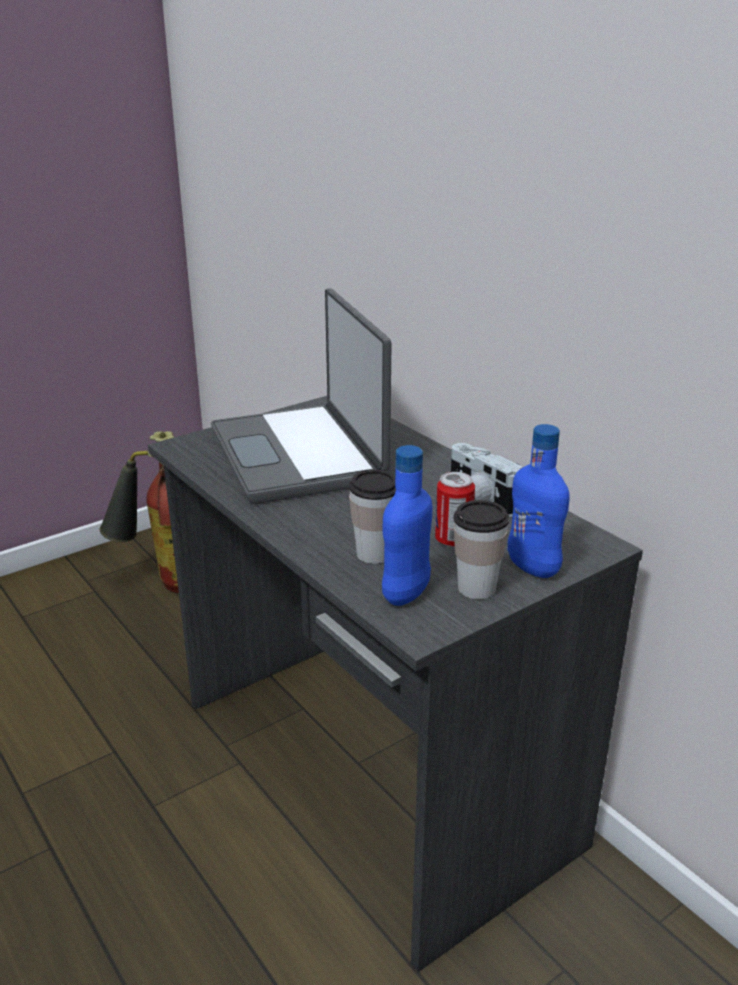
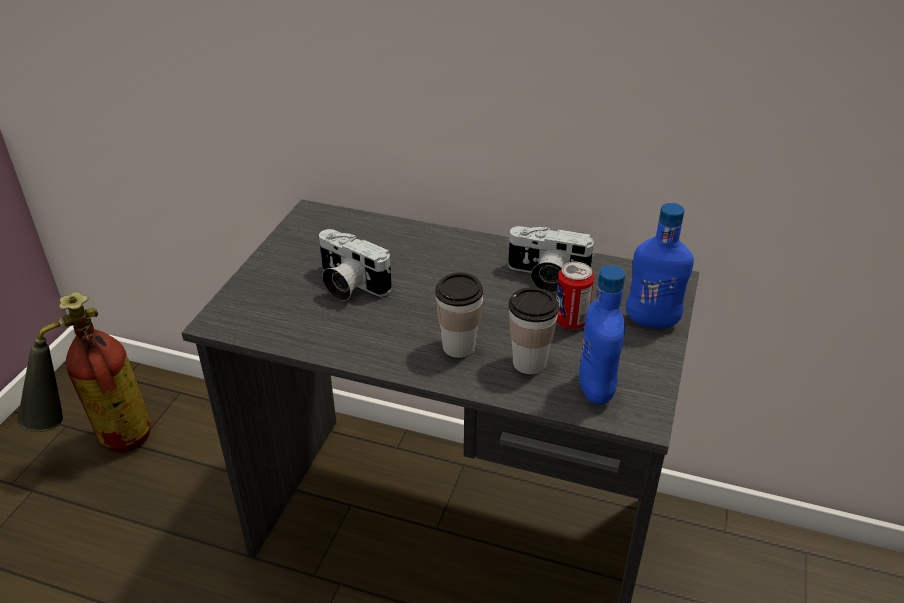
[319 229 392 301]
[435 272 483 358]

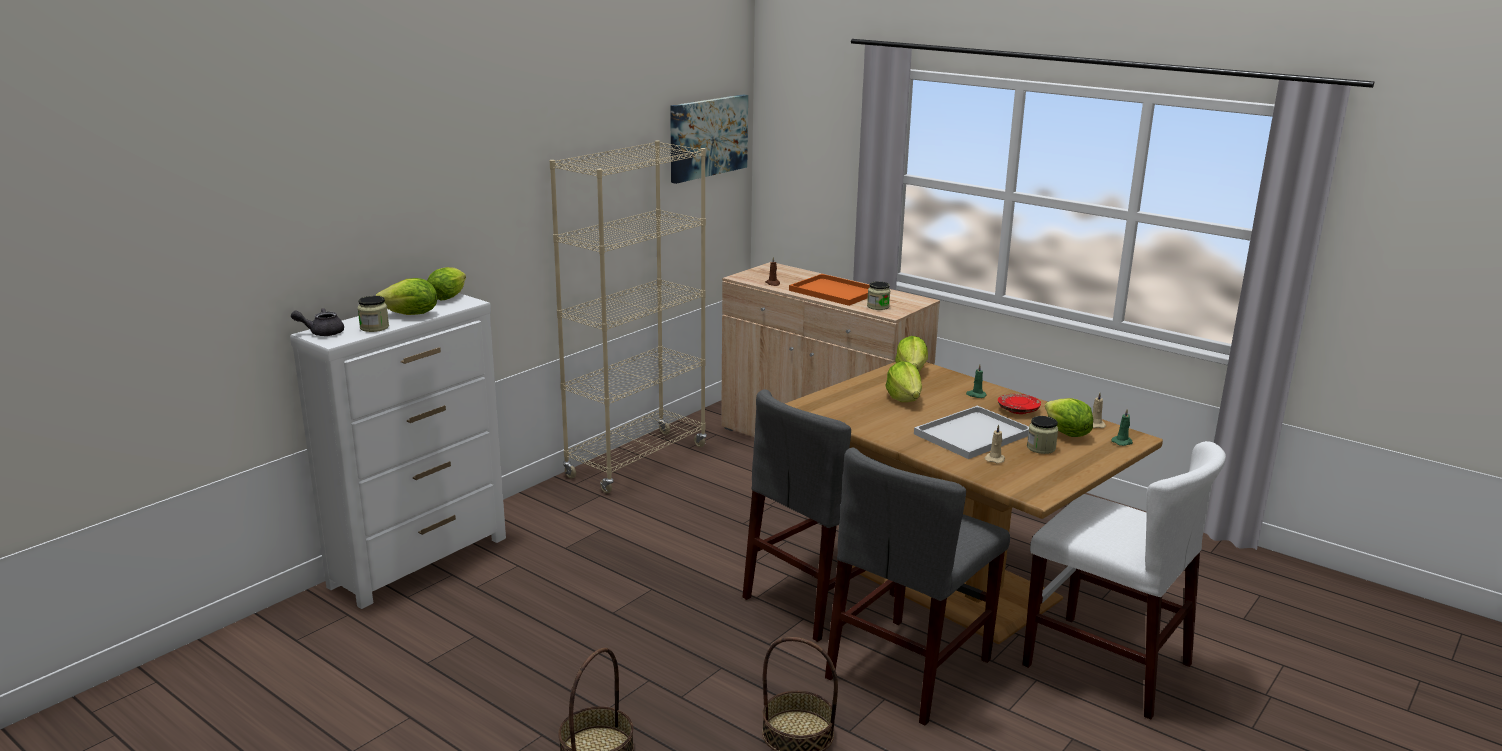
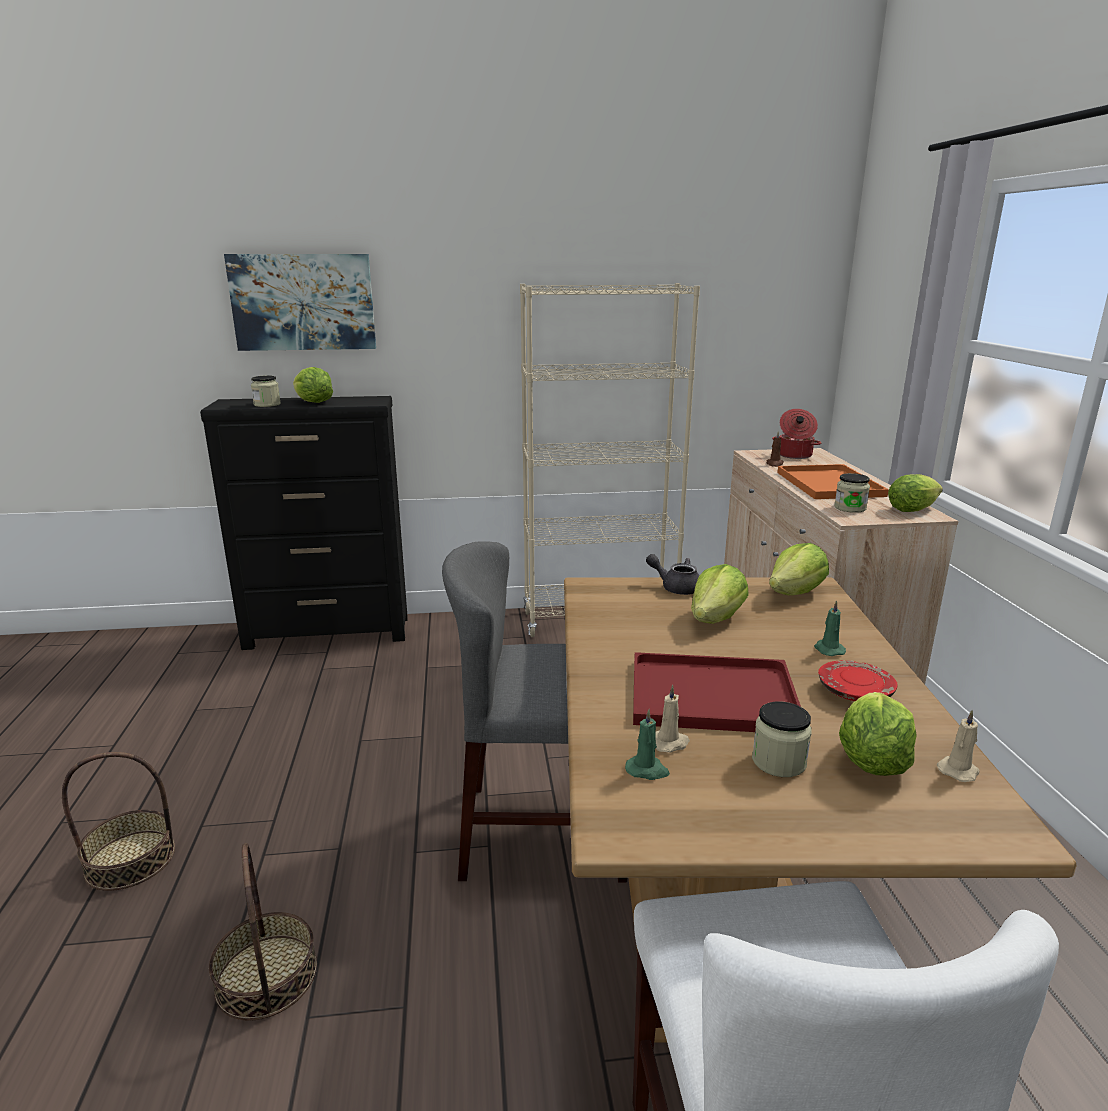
[224 254 376 351]
[888 474 943 512]
[200 396 408 650]
[646 554 699 595]
[633 652 801 732]
[625 709 670 780]
[825 447 1010 725] (first image)
[772 409 821 459]

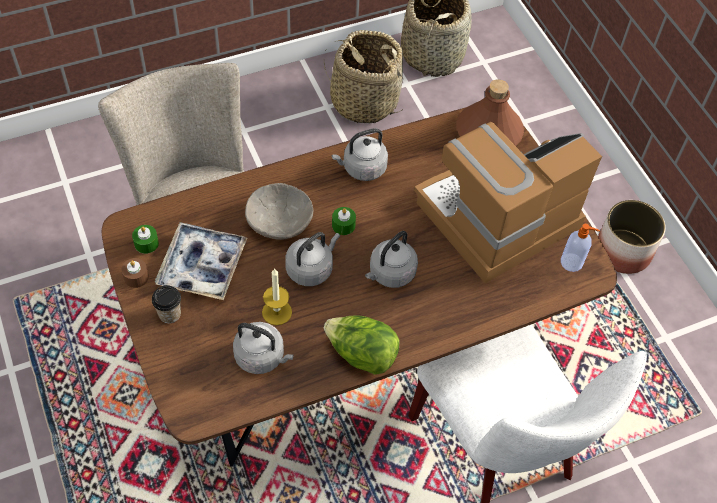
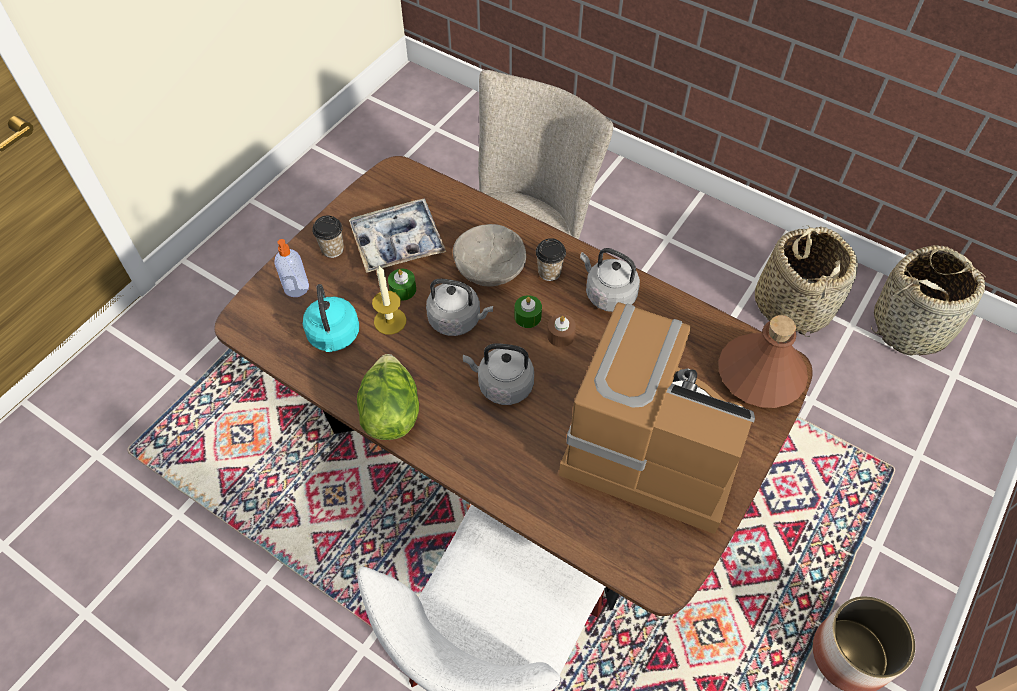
[275 239 309 297]
[388 269 416 301]
[547 314 576 347]
[303 284 359 352]
[536 238 566 281]

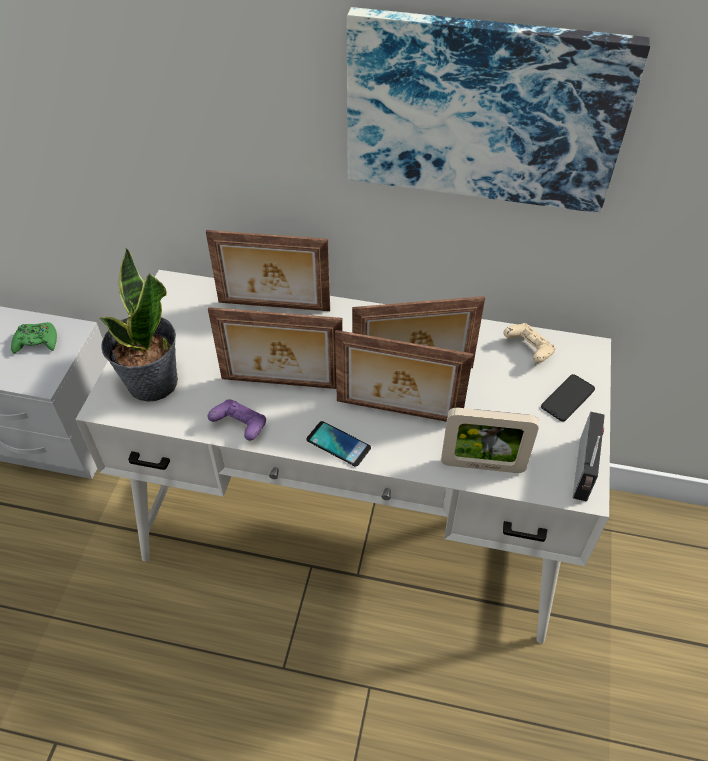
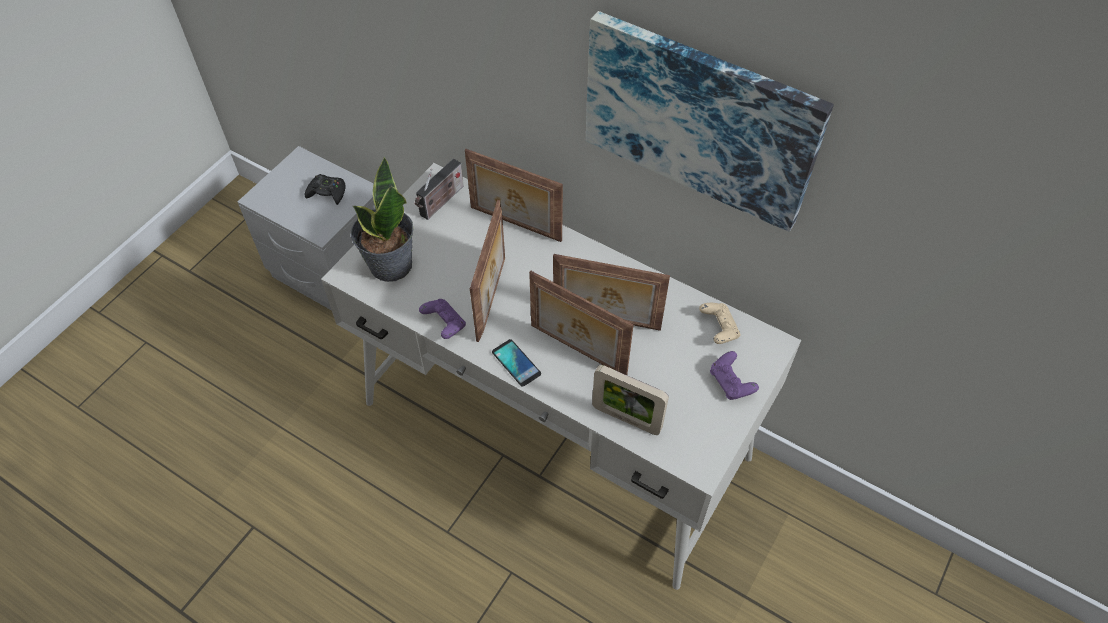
[470 200 505 342]
[305 174 345 205]
[710 351 759 400]
[415 159 464 220]

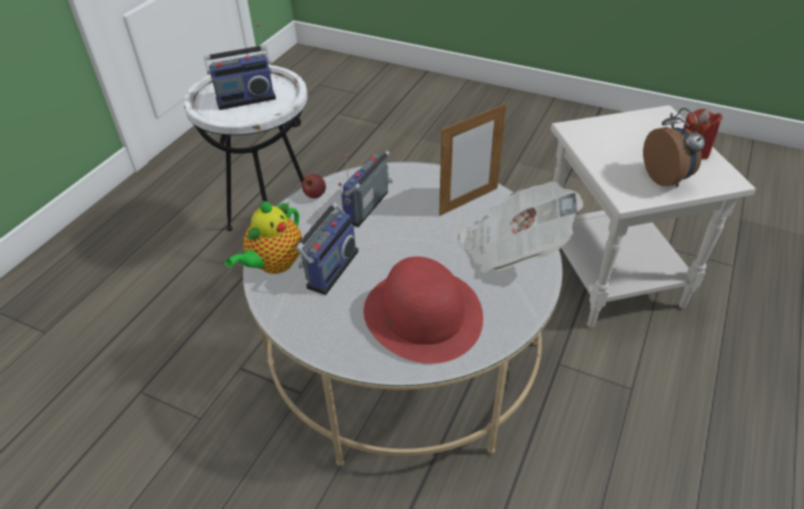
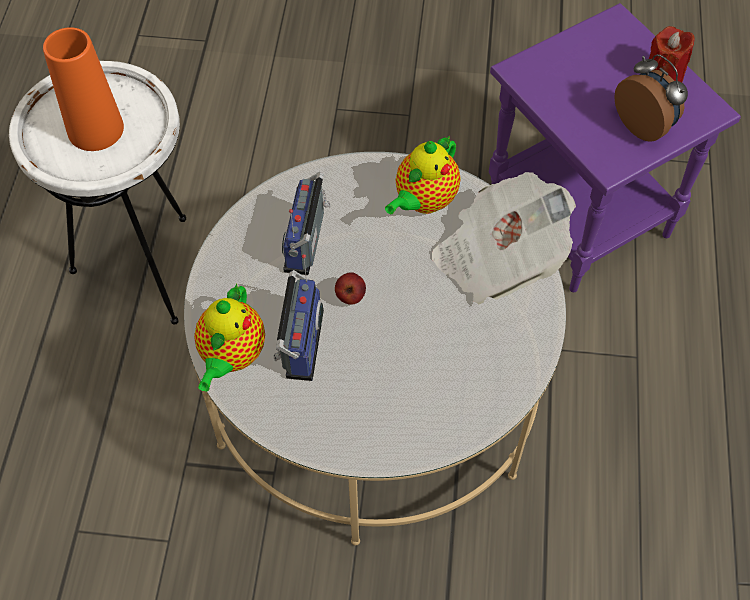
[43 27 124 151]
[385 135 461 214]
[489 3 741 292]
[335 272 366 305]
[364 257 483 364] (first image)

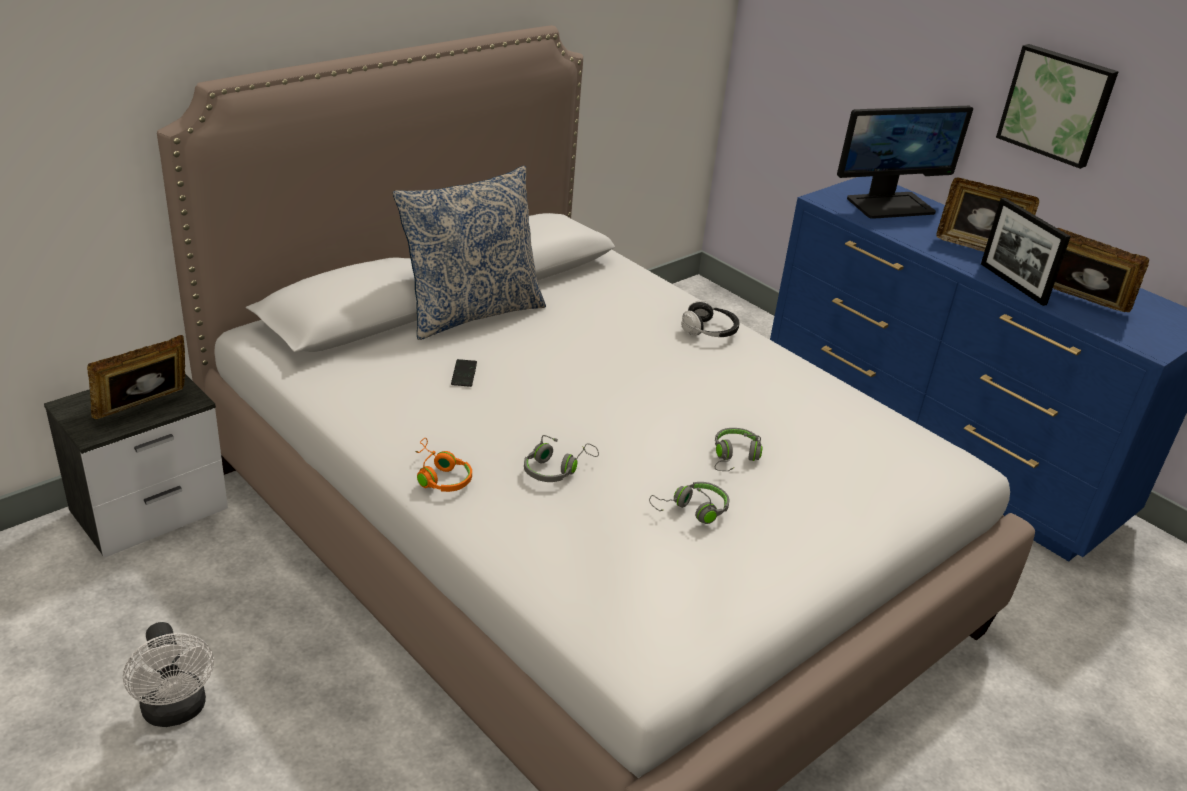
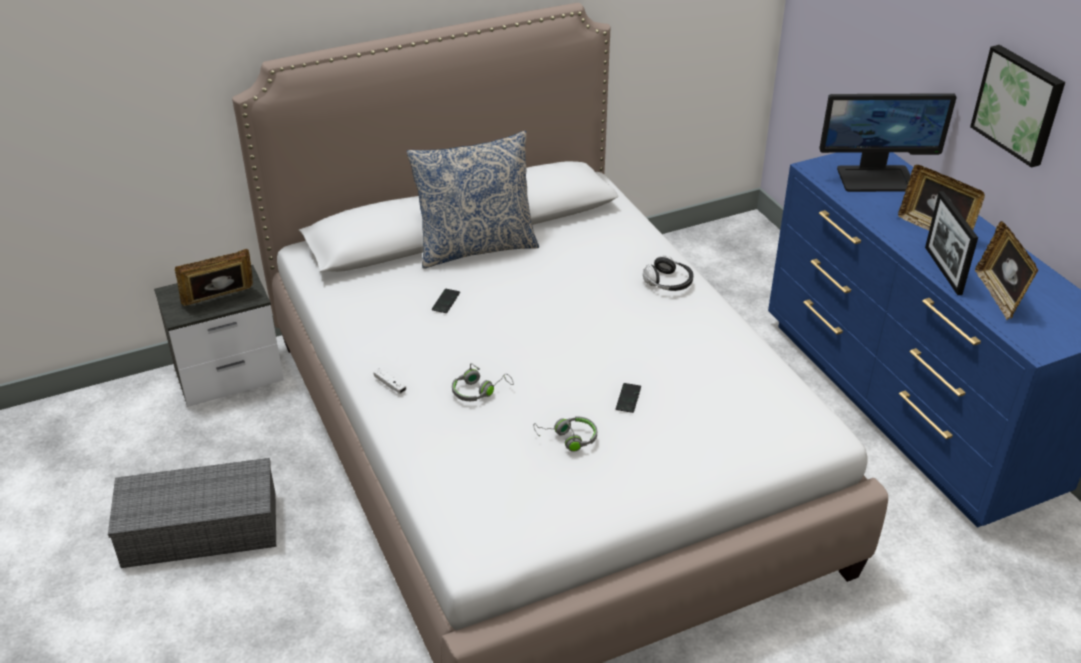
[975 221 1038 320]
[616 383 641 413]
[374 368 406 394]
[108 458 276 568]

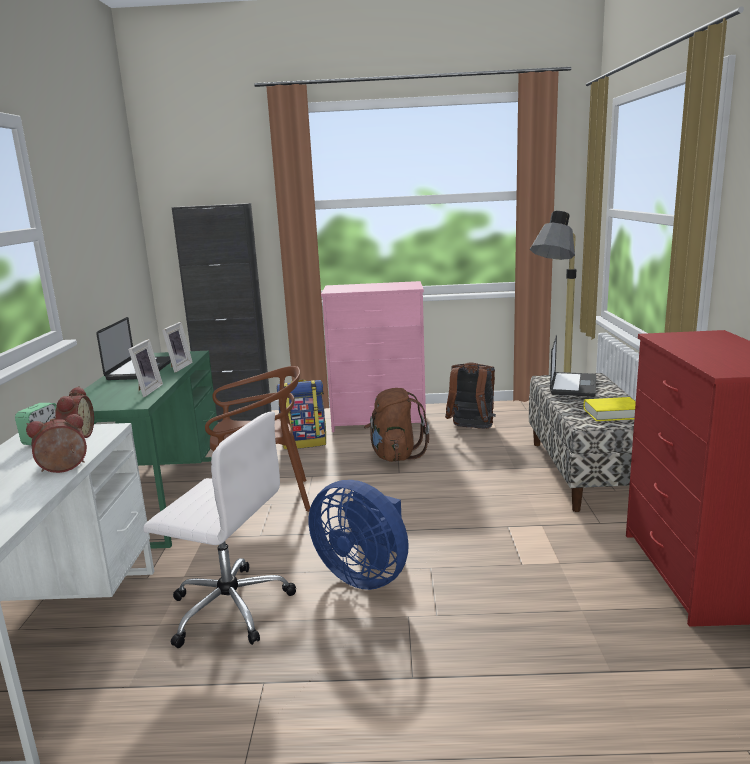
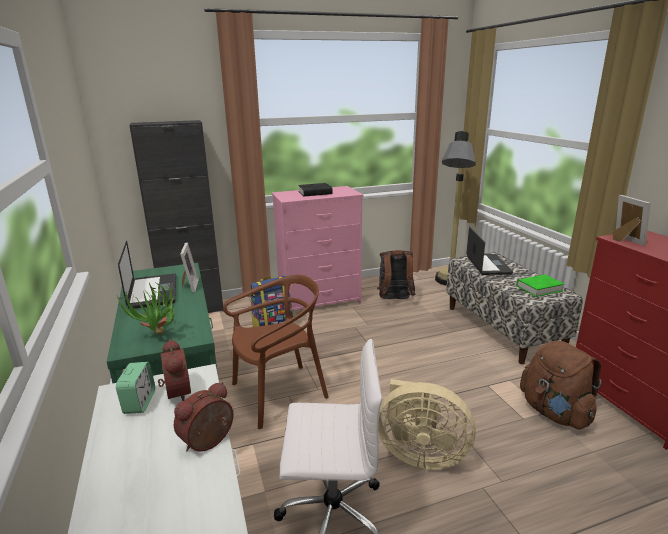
[612 195 650 246]
[520 341 601 430]
[517 275 564 297]
[378 379 476 470]
[298 183 333 196]
[117 282 175 335]

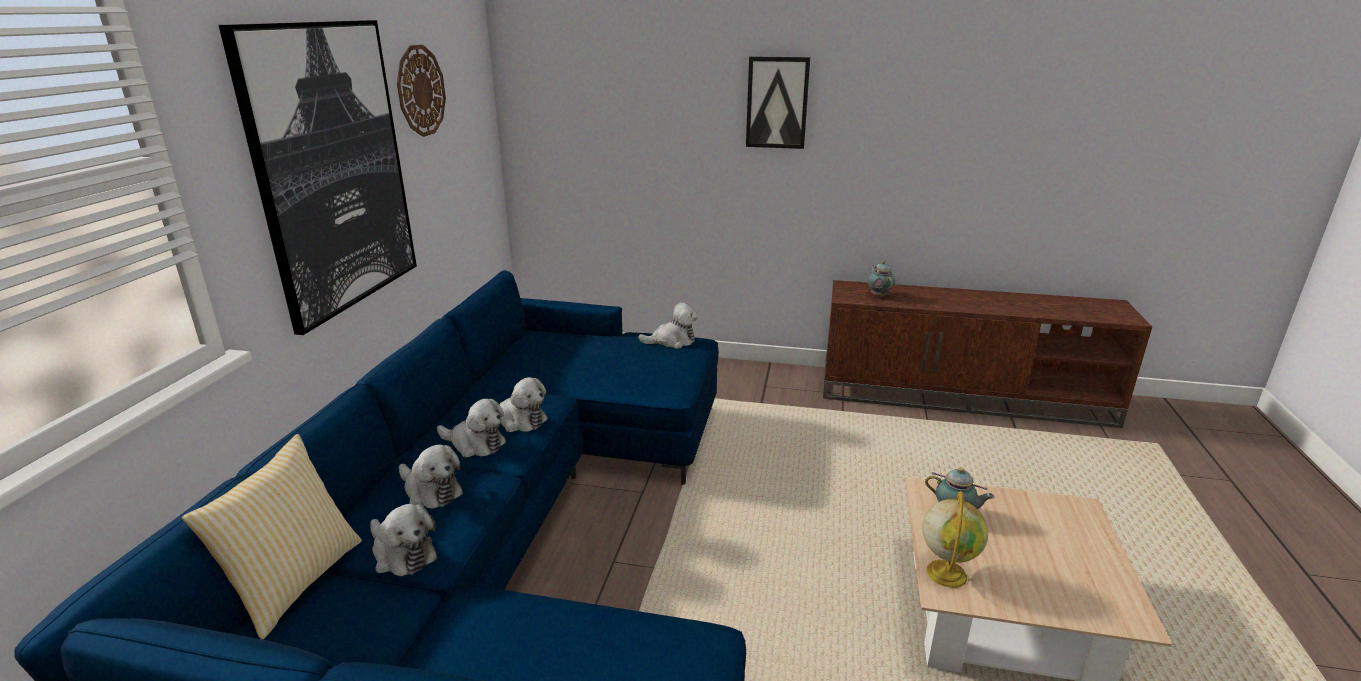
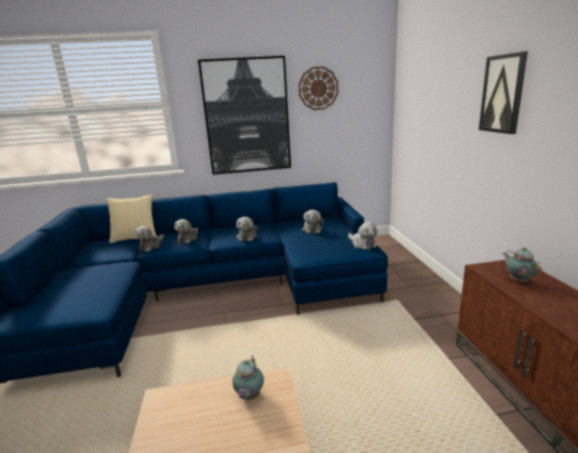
[503 247 542 282]
[302 210 324 234]
[922 491 988 588] (first image)

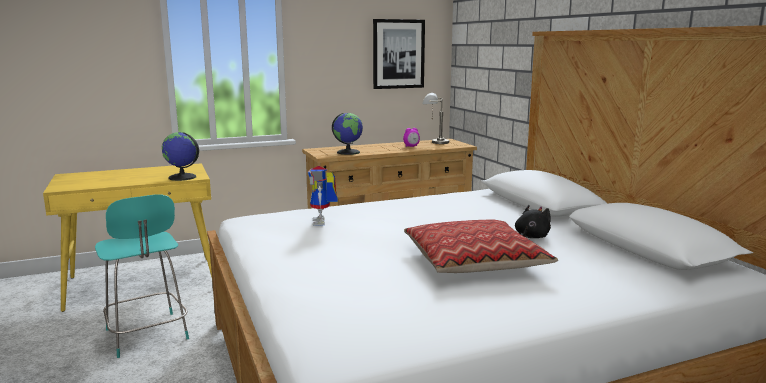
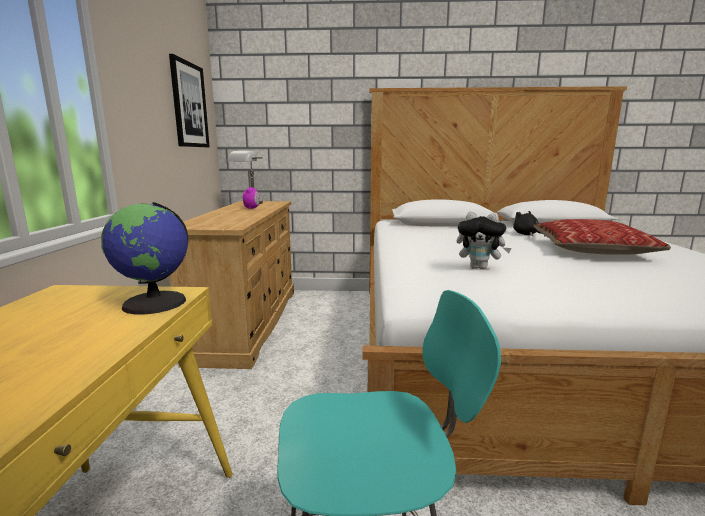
[332 113 363 155] (first image)
[457 211 512 270]

